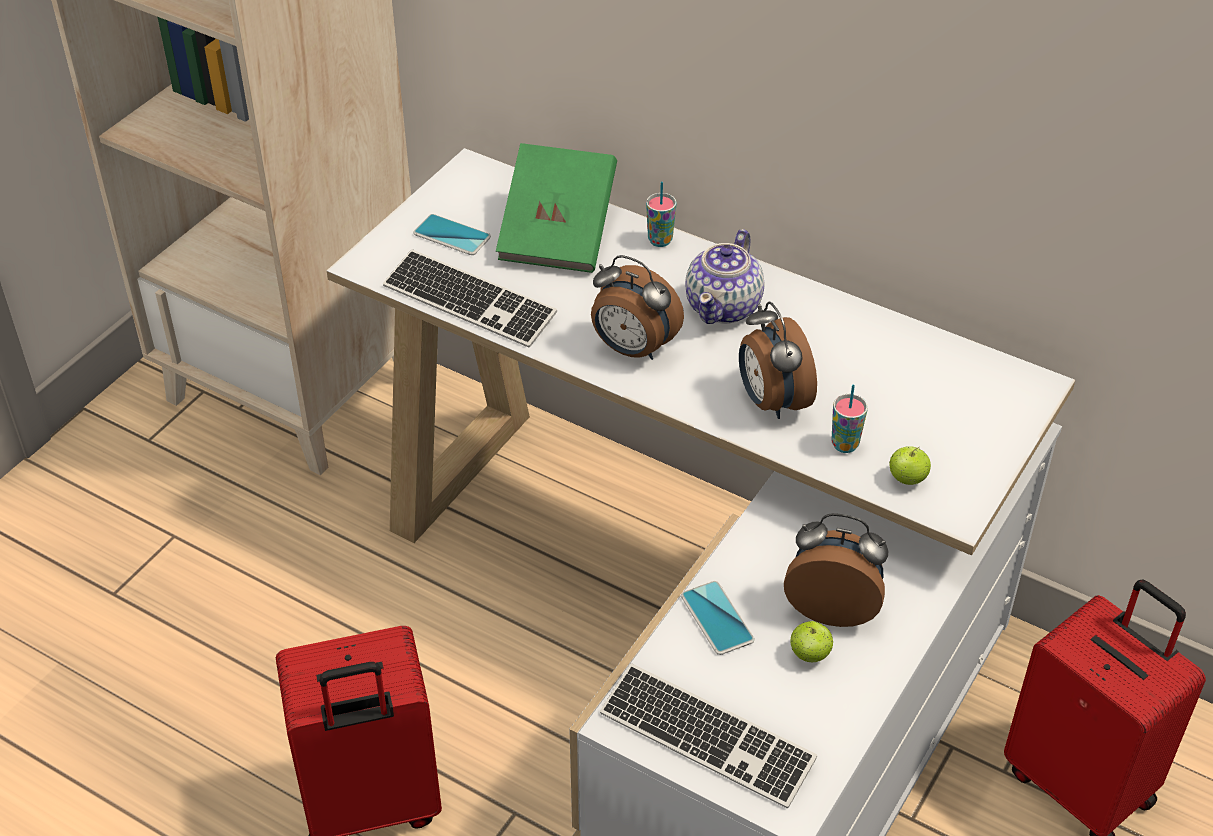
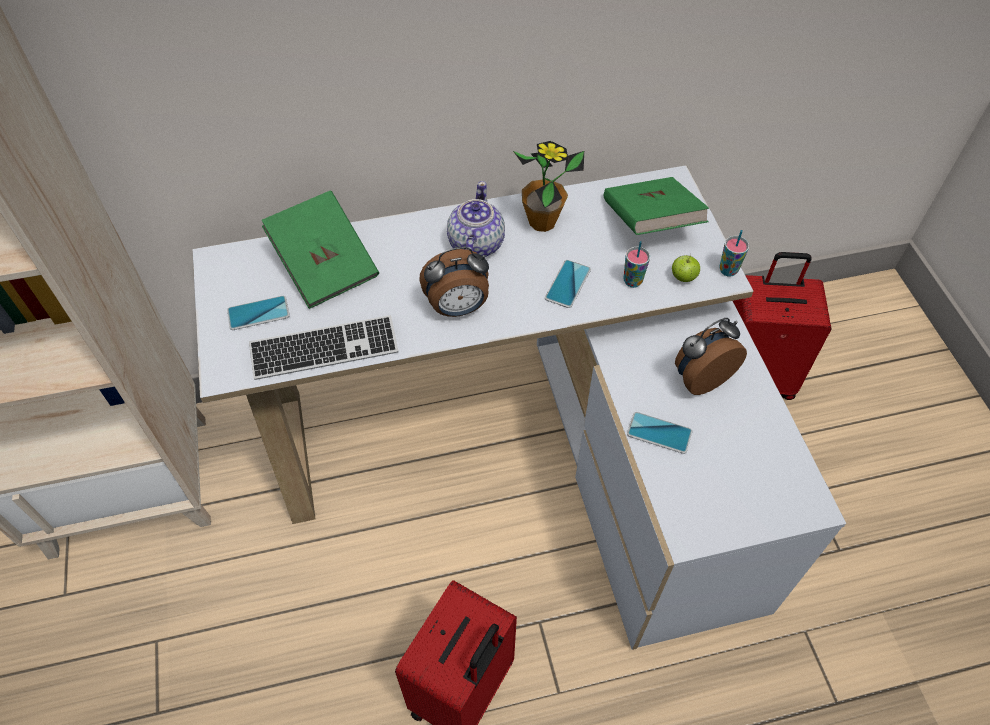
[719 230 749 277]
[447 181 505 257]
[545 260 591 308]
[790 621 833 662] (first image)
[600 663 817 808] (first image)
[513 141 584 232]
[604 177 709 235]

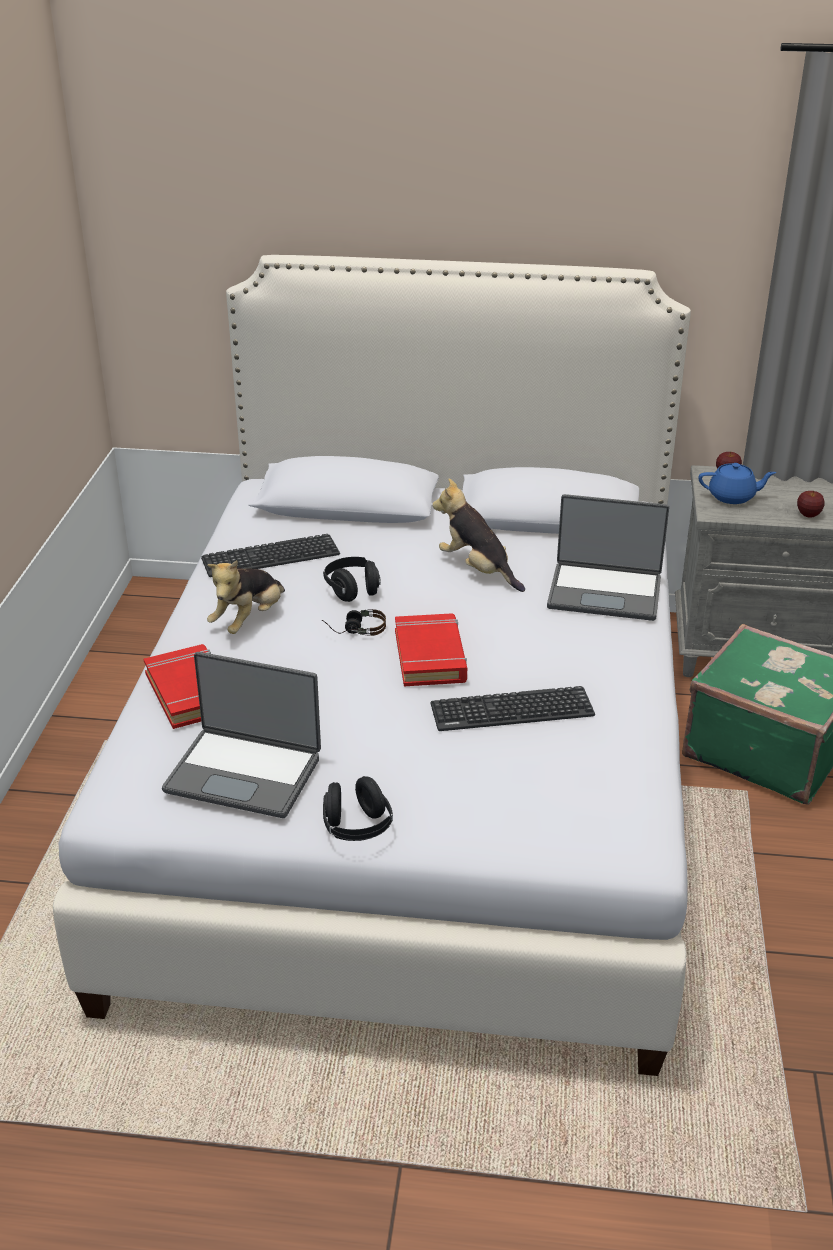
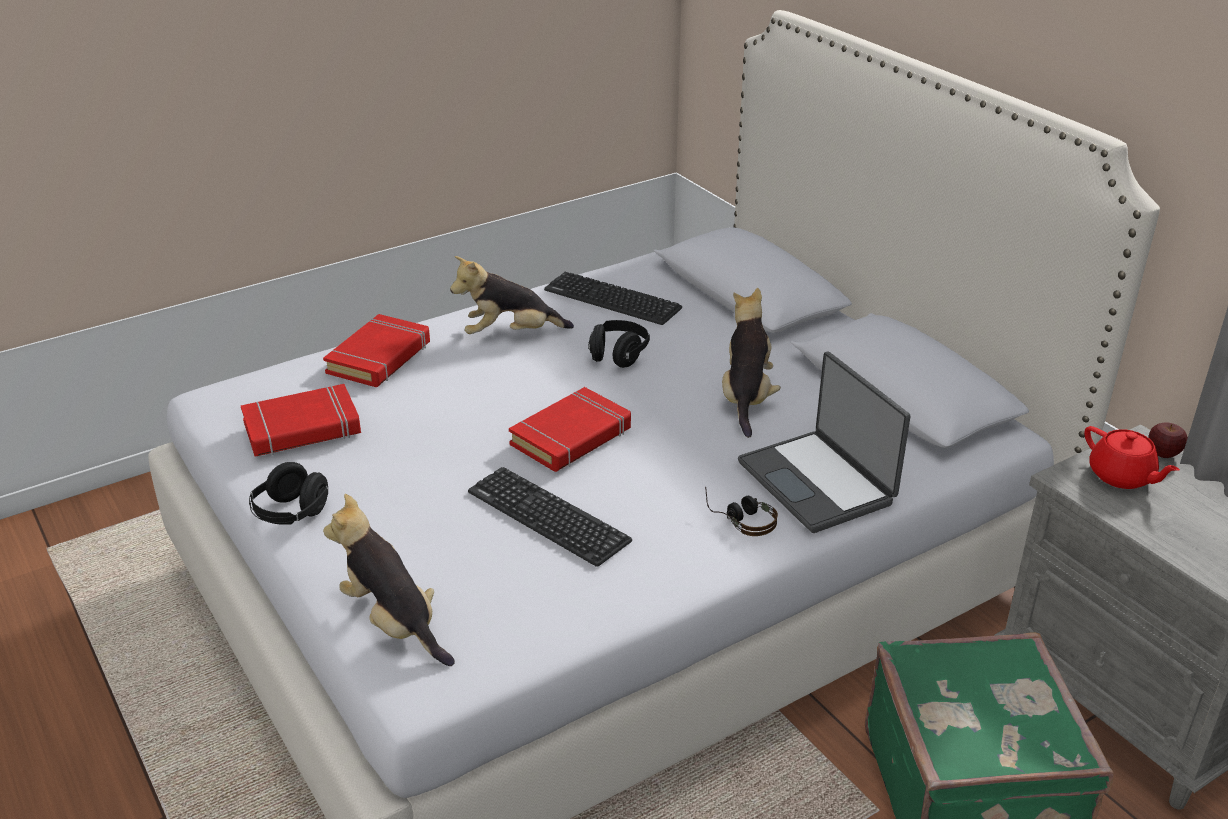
[1084 426 1180 489]
[797 491 825 518] (first image)
[705 487 778 536]
[241 384 361 457]
[323 494 455 666]

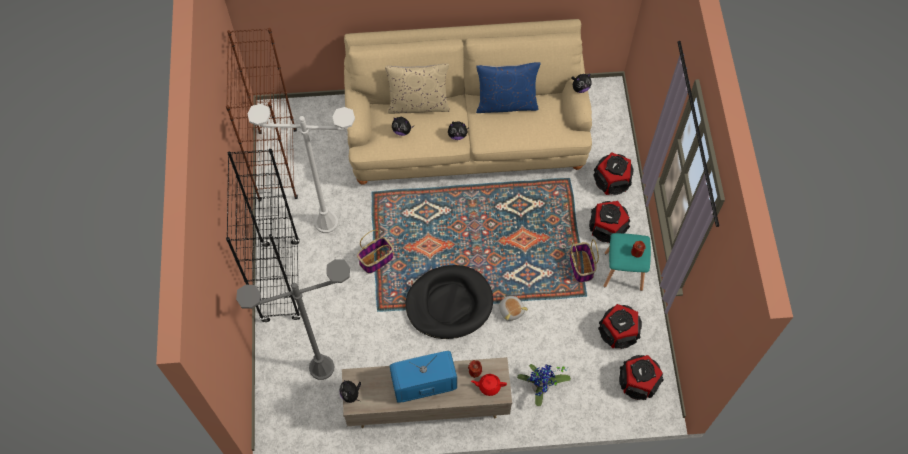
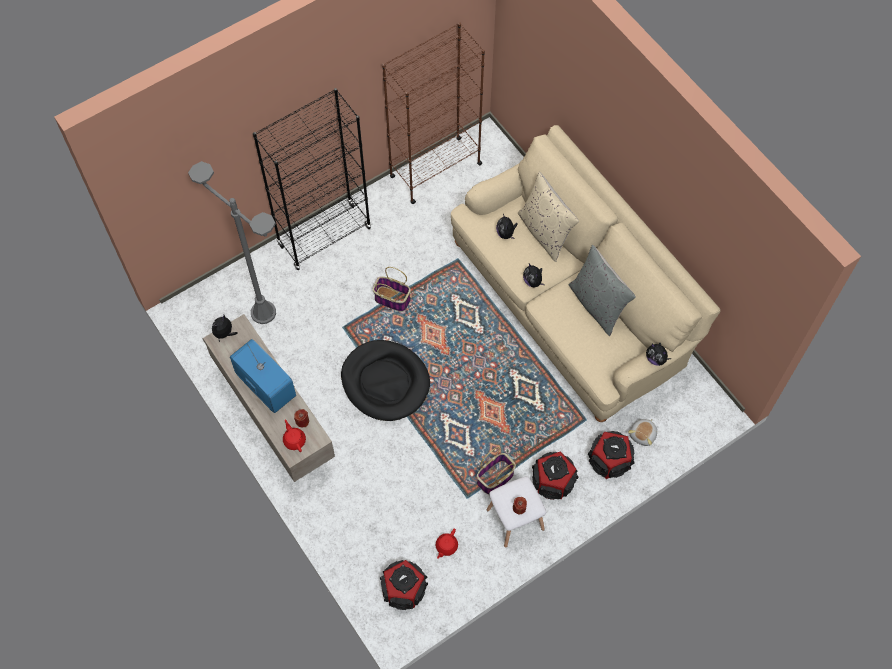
[569 245 636 336]
[247 104 355 233] (first image)
[487 476 546 548]
[628 419 657 446]
[436 529 458 559]
[517 364 571 406] (first image)

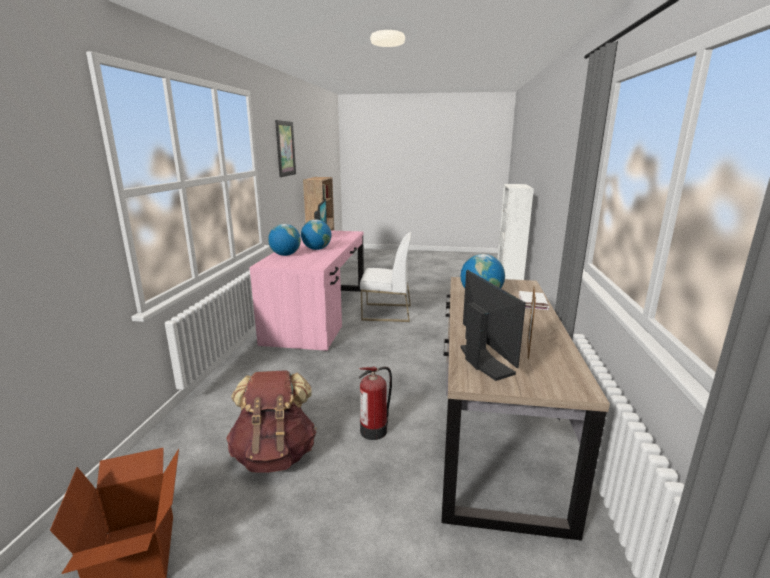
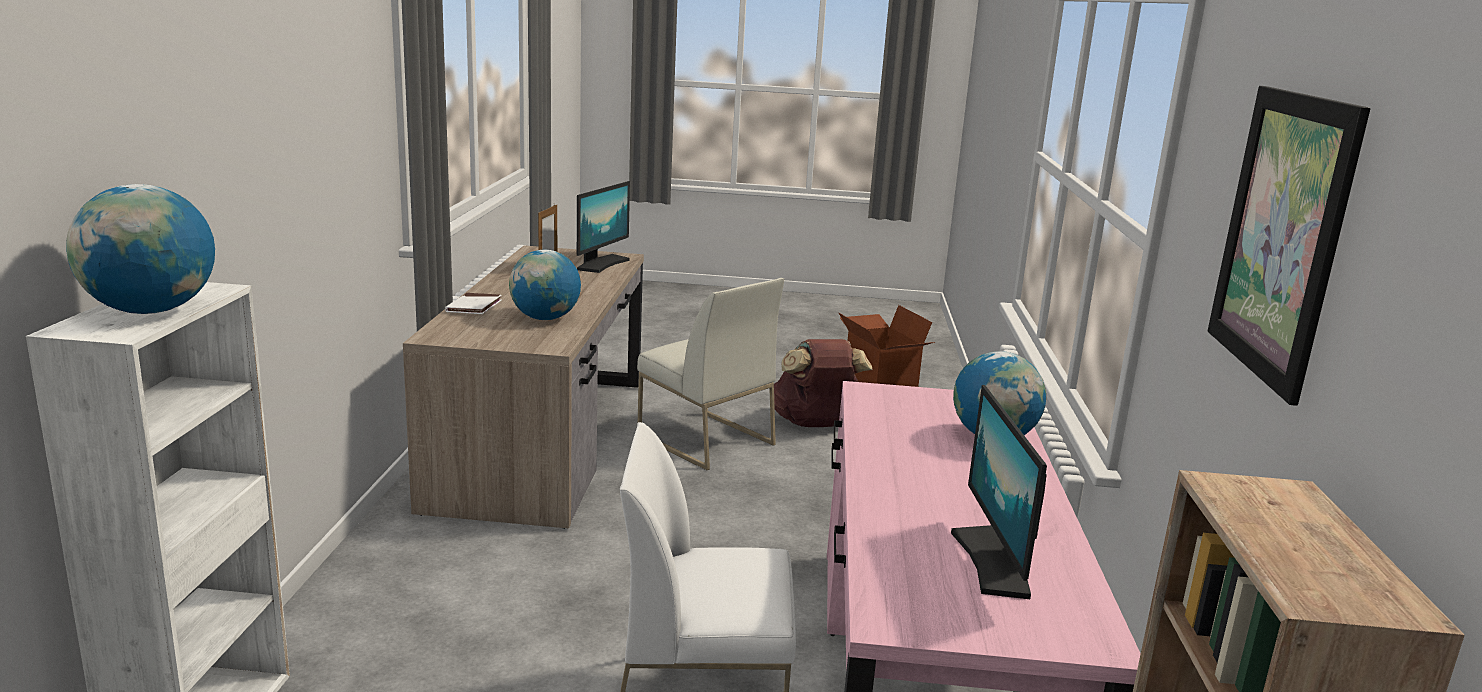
[66 184 215 314]
[577 181 630 273]
[637 278 785 470]

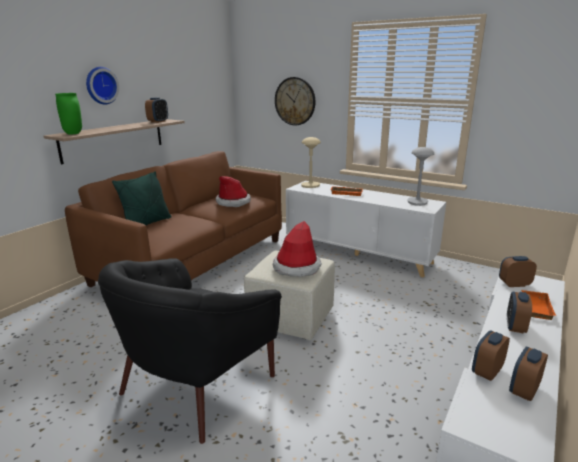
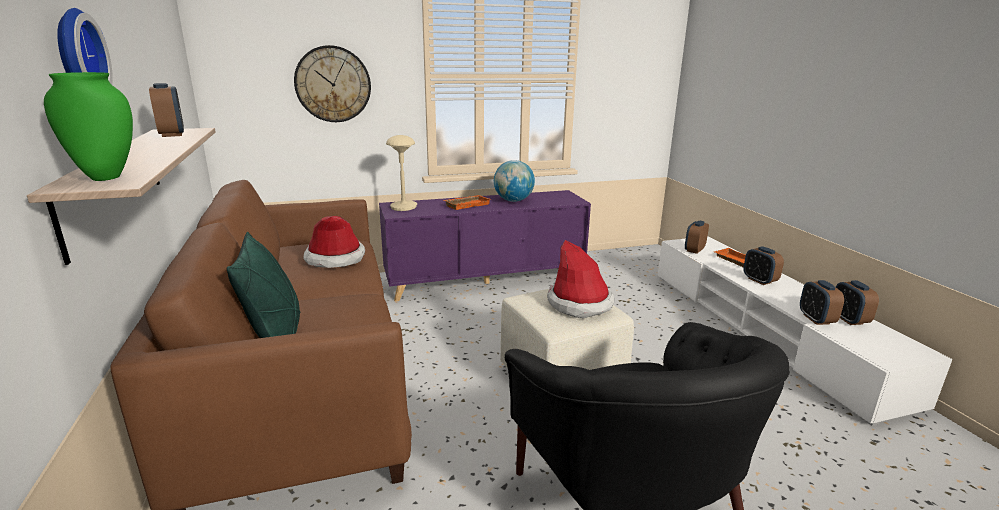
[407 147 434 206] (first image)
[379 190 591 302]
[494 160 535 202]

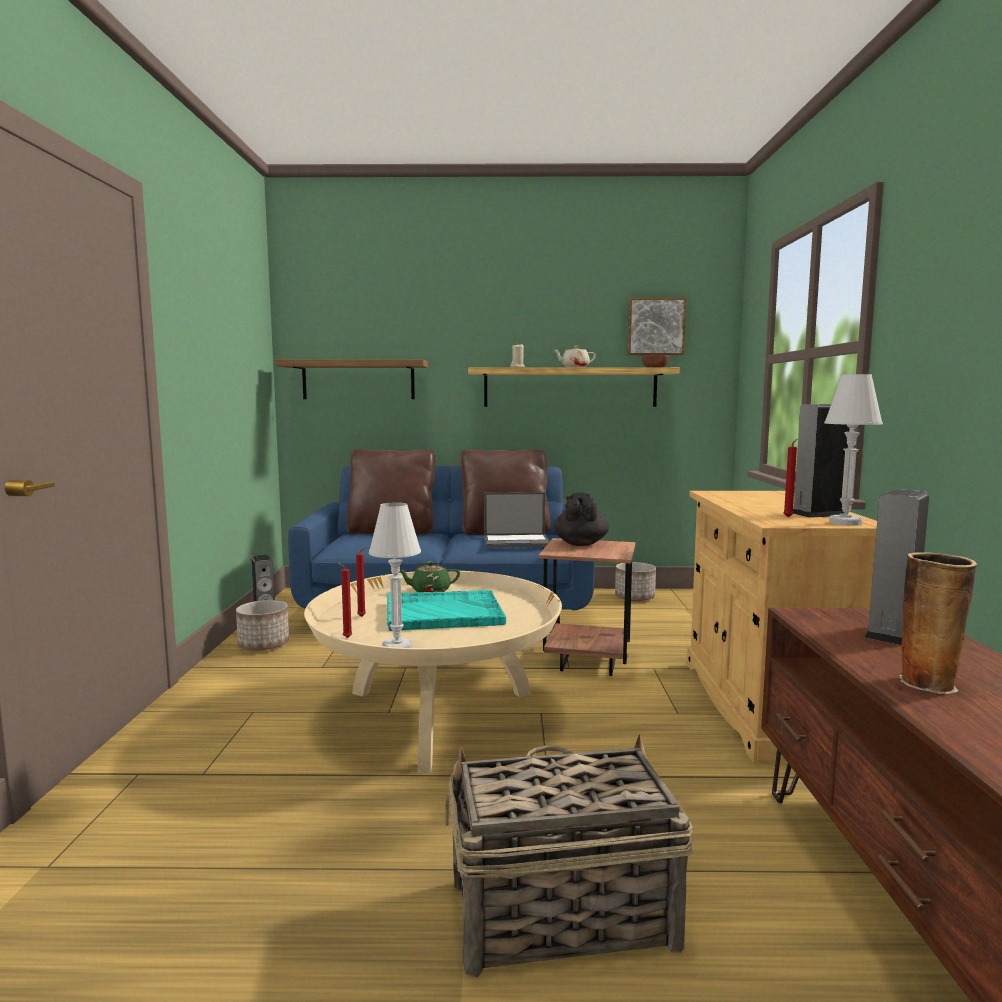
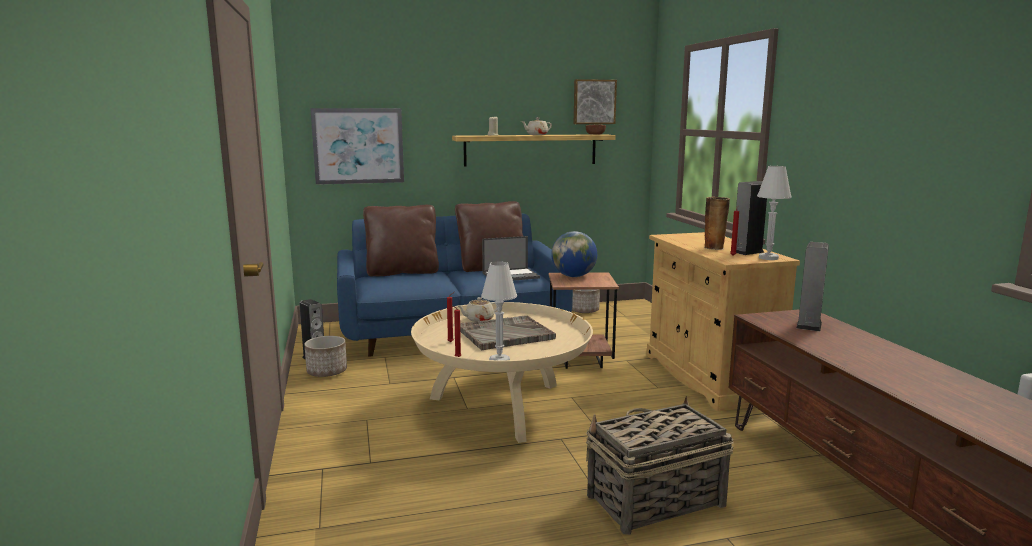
[310 108 404 185]
[551 231 597 277]
[704 197 730 250]
[457 297 497 322]
[460 316 556 350]

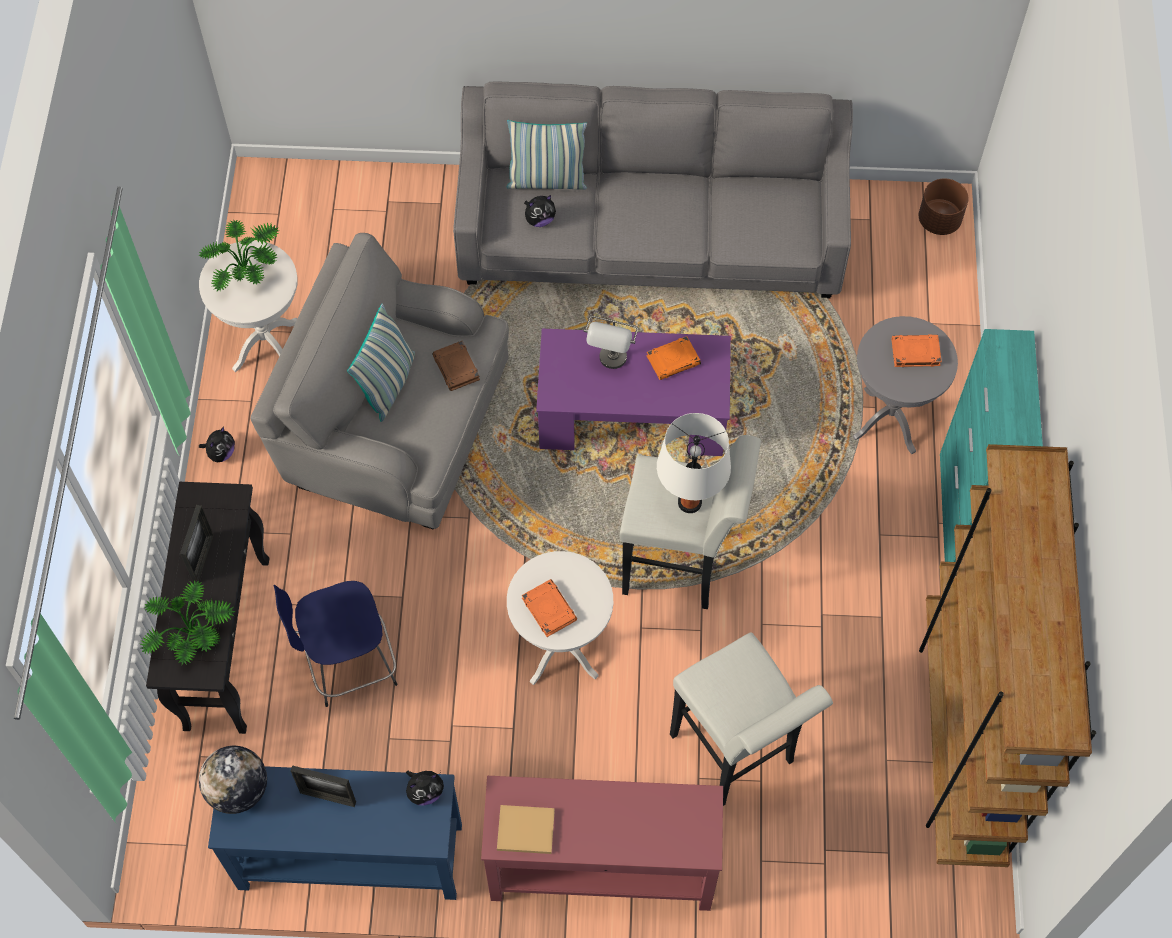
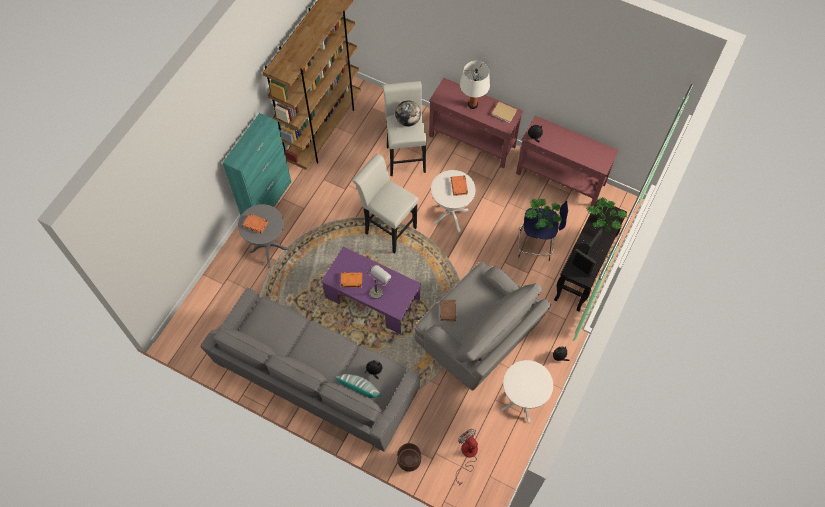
[397 443 421 472]
[524 198 563 229]
[347 303 415 422] (first image)
[460 61 490 109]
[395 101 421 127]
[570 248 596 277]
[516 116 619 206]
[456 429 478 485]

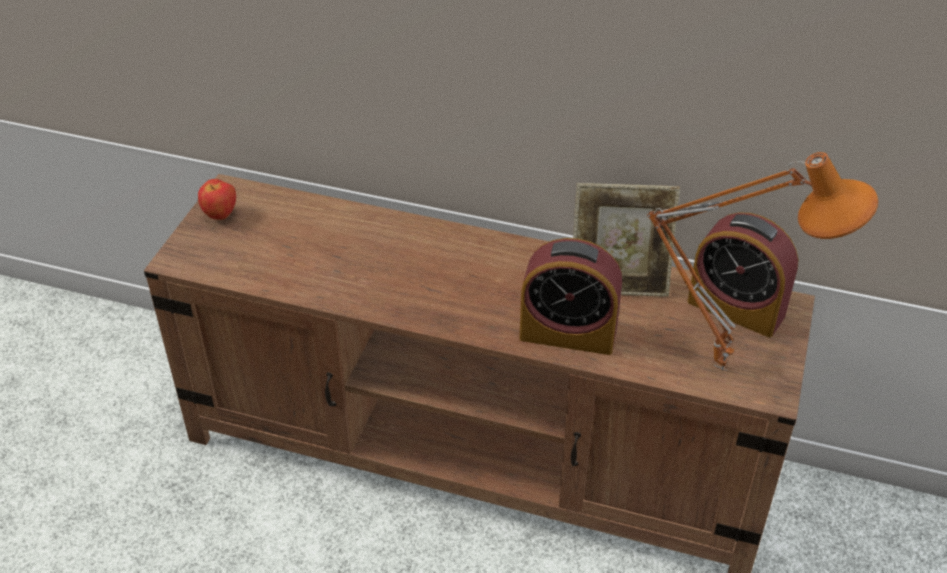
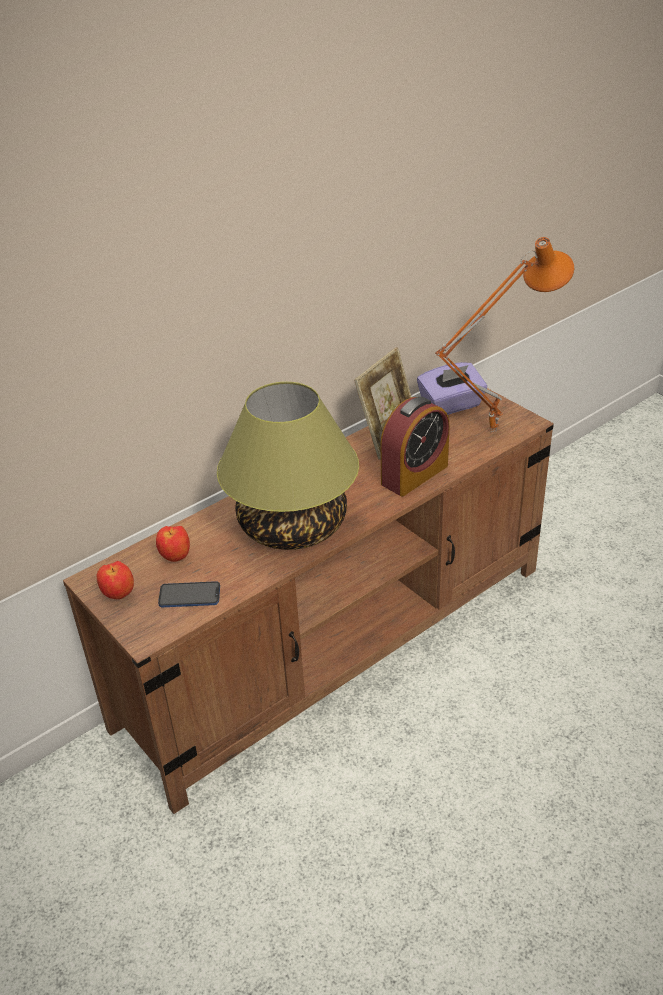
[417 362 487 415]
[217 382 359 550]
[156 526 190 562]
[158 581 220 607]

